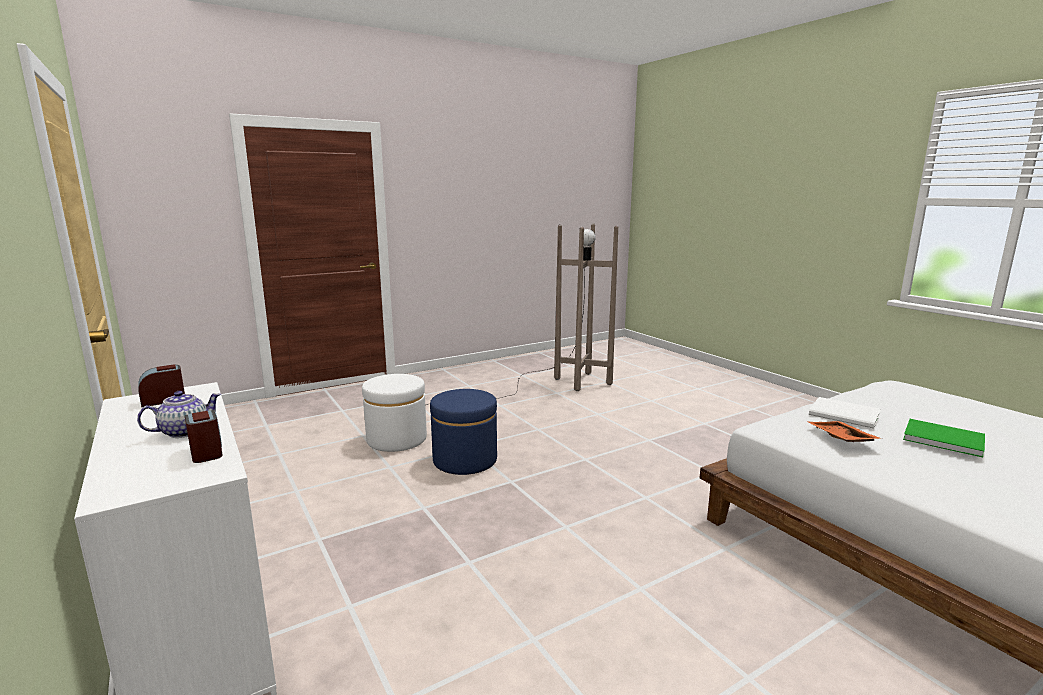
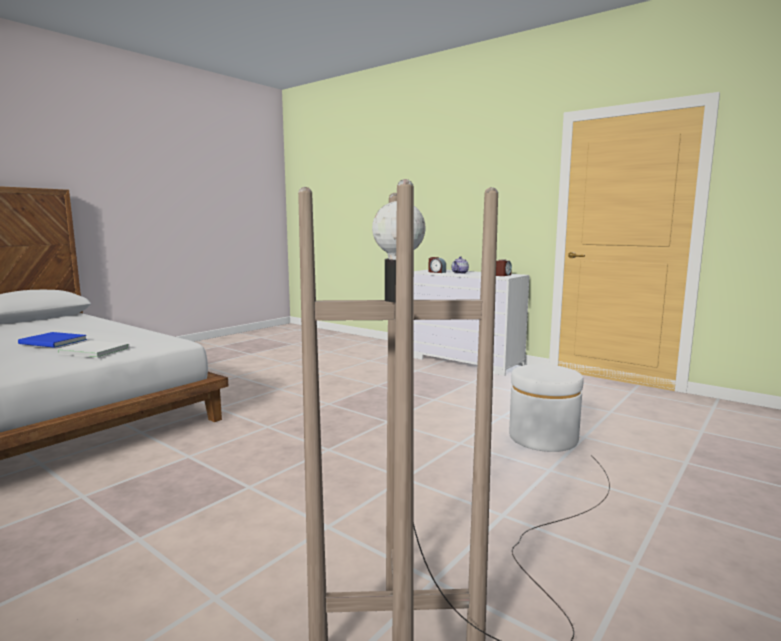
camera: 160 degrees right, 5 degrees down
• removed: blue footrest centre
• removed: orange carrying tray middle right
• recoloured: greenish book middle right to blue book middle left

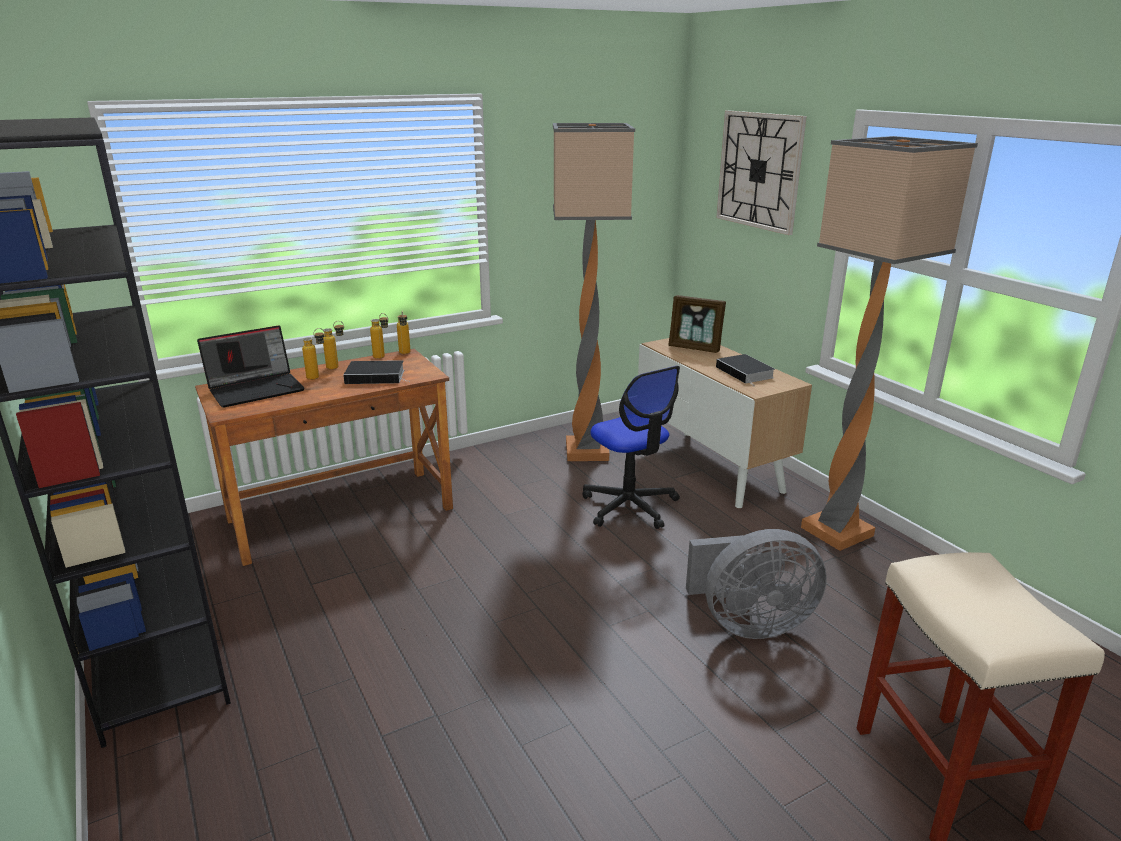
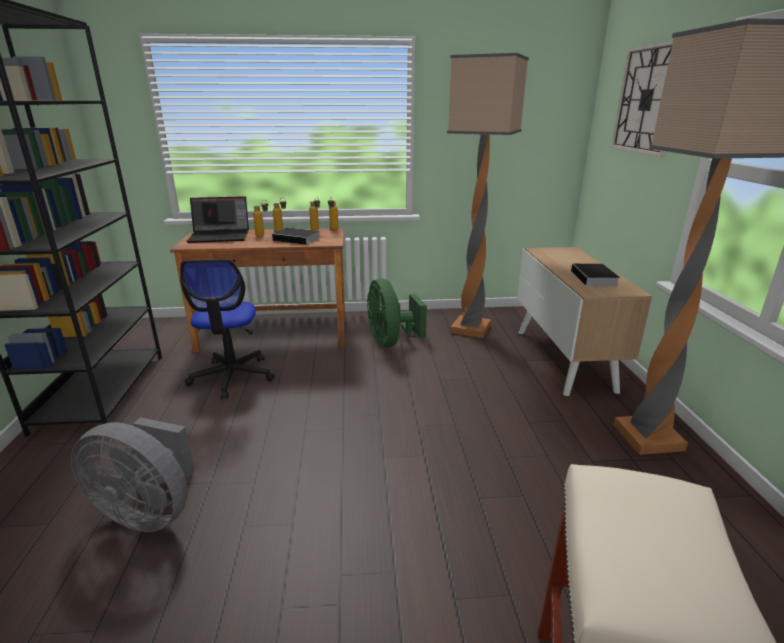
camera: 25 degrees right, 0 degrees up
• removed: standing frame centre
• added: greenish cooling fan centre
• moved: office chair centre to middle left
• moved: greyish cooling fan bottom right to bottom left

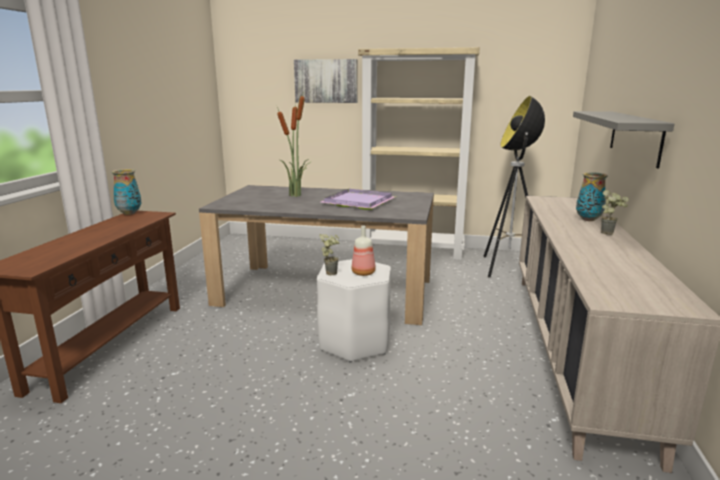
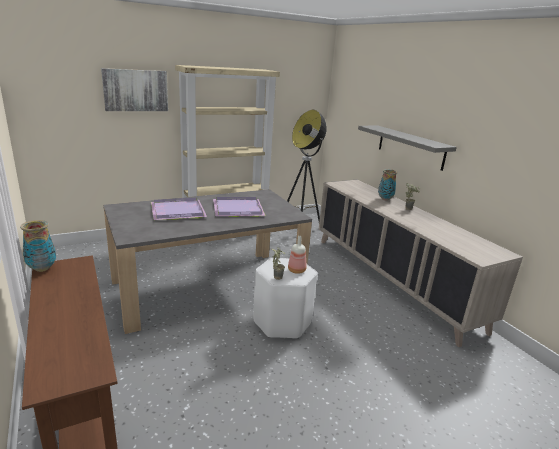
camera: 40 degrees left, 5 degrees up
• replaced: plant in a pot (1st from left) top centre to purple carrying tray (1st from left) middle left

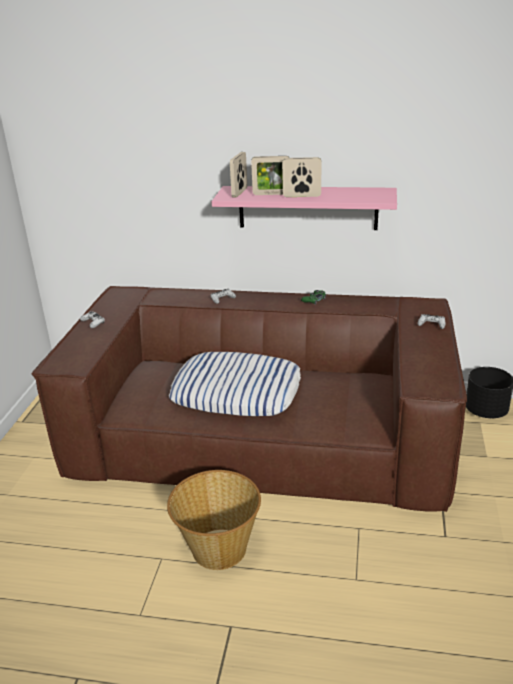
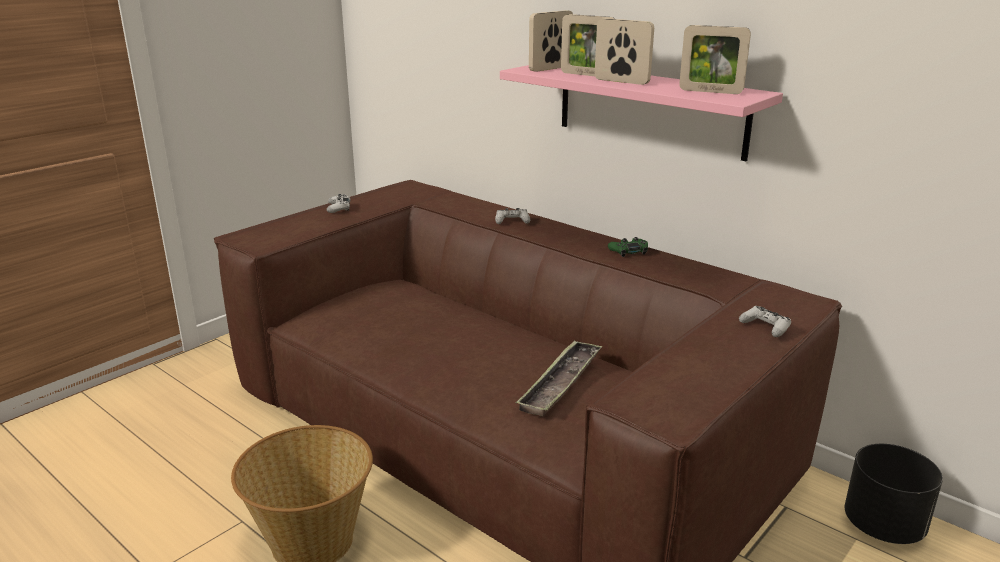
camera: 30 degrees right, 5 degrees down
• removed: cushion centre
• added: carrying tray bottom centre
• added: standing frame (4th from left) top right

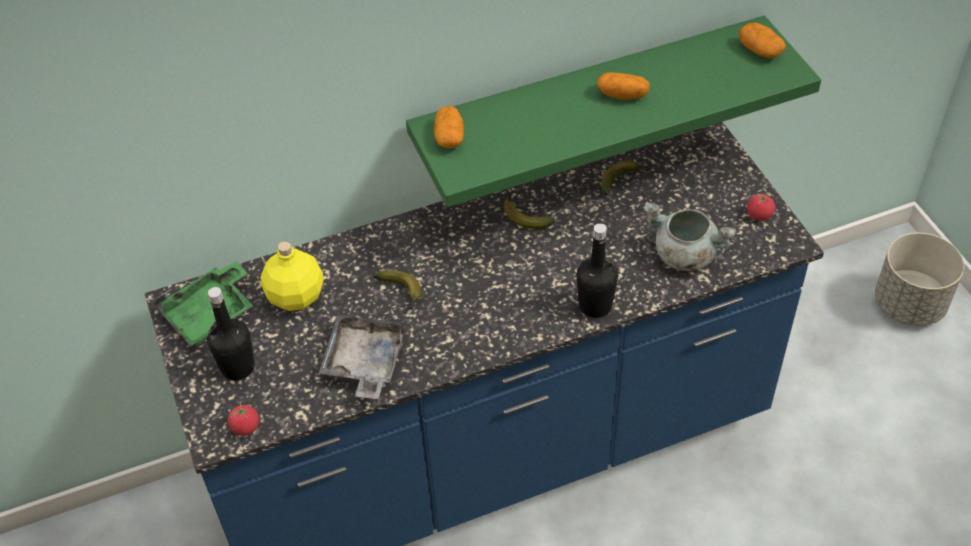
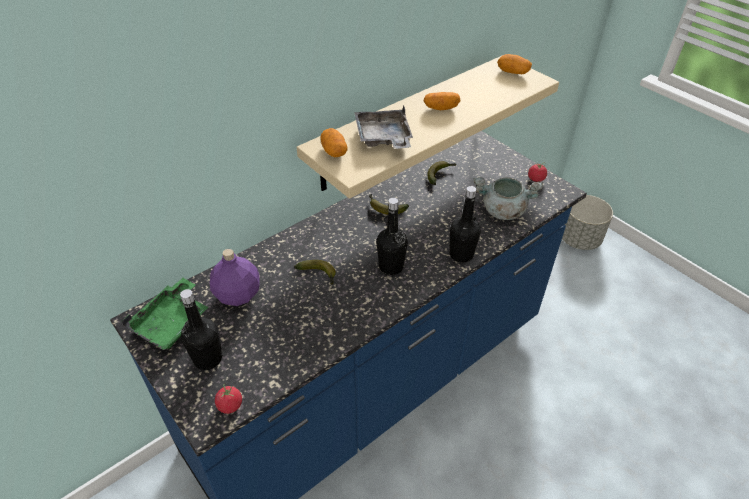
camera: 20 degrees left, 5 degrees down
• added: black-coloured drink bottle (2nd from left) centre
• moved: greyish carrying tray centre to top centre
• recoloured: yellow-coloured drink bottle middle left to purple drink bottle middle left
• recoloured: greenish bracket shelf top centre to beige-coloured bracket shelf top centre

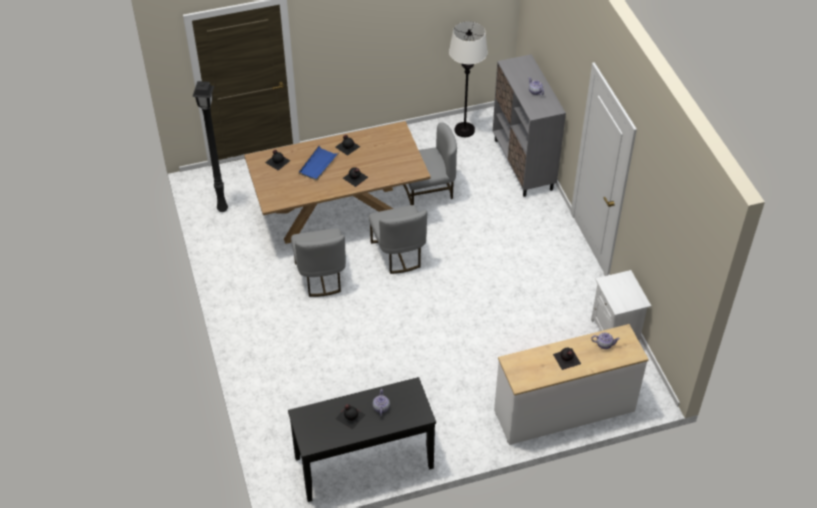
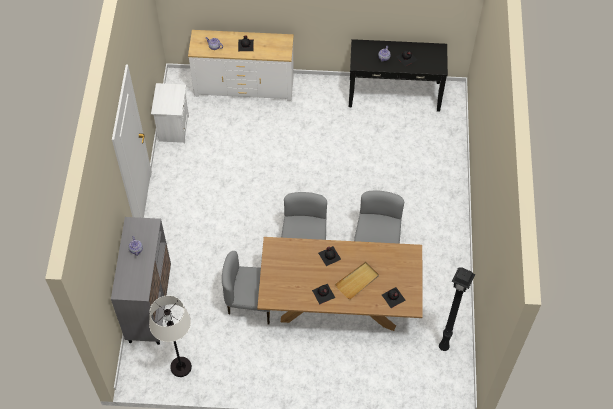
camera: 160 degrees left, 10 degrees up
• recoloured: blue carrying tray top centre to beige-coloured carrying tray bottom centre

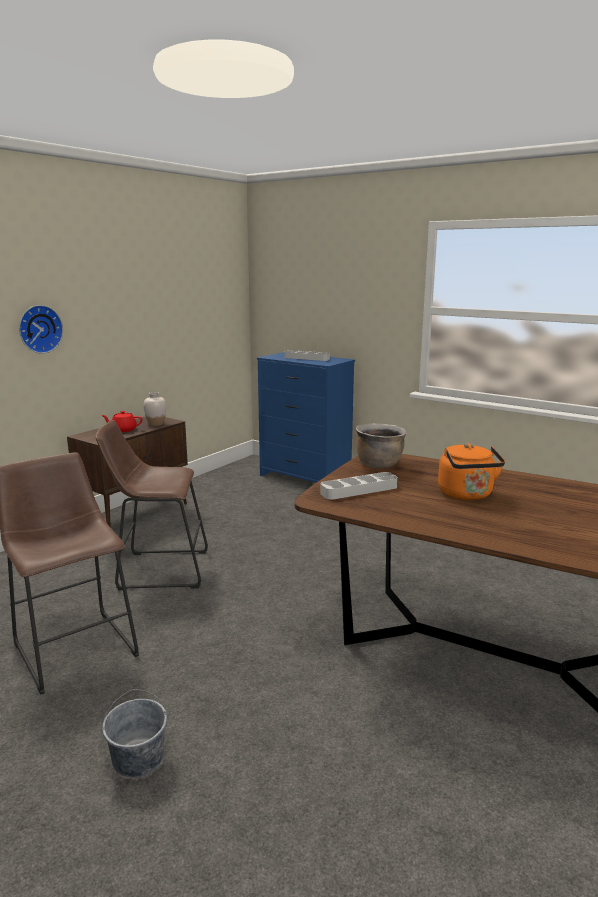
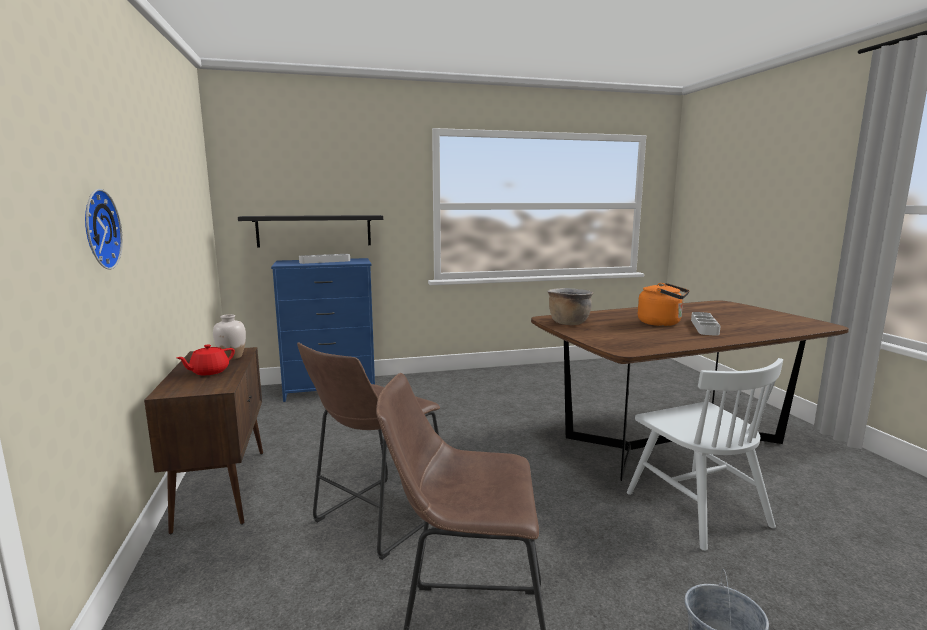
camera: 50 degrees left, 5 degrees down
• added: black-coloured bracket shelf centre
• added: whitish plain chair bottom right
• moved: greyish carrying tray (2nd from left) centre to middle right

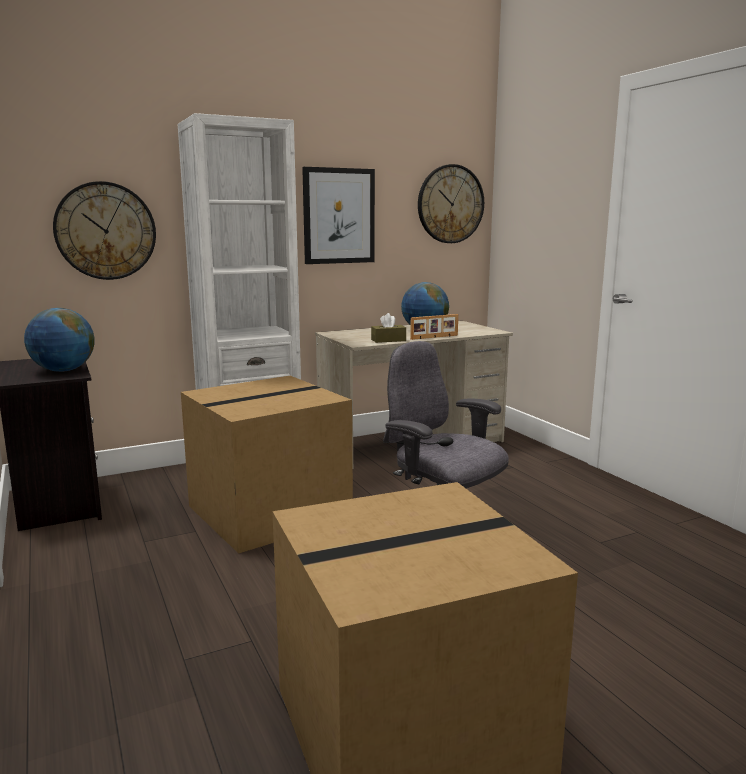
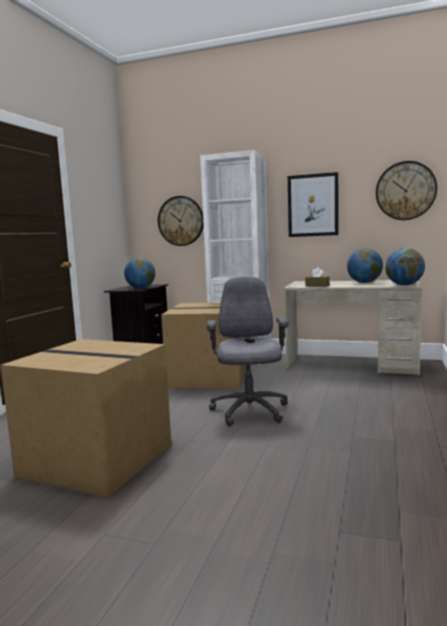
camera: 45 degrees right, 5 degrees down
• removed: standing frame centre
• added: globe (3rd from left) middle right

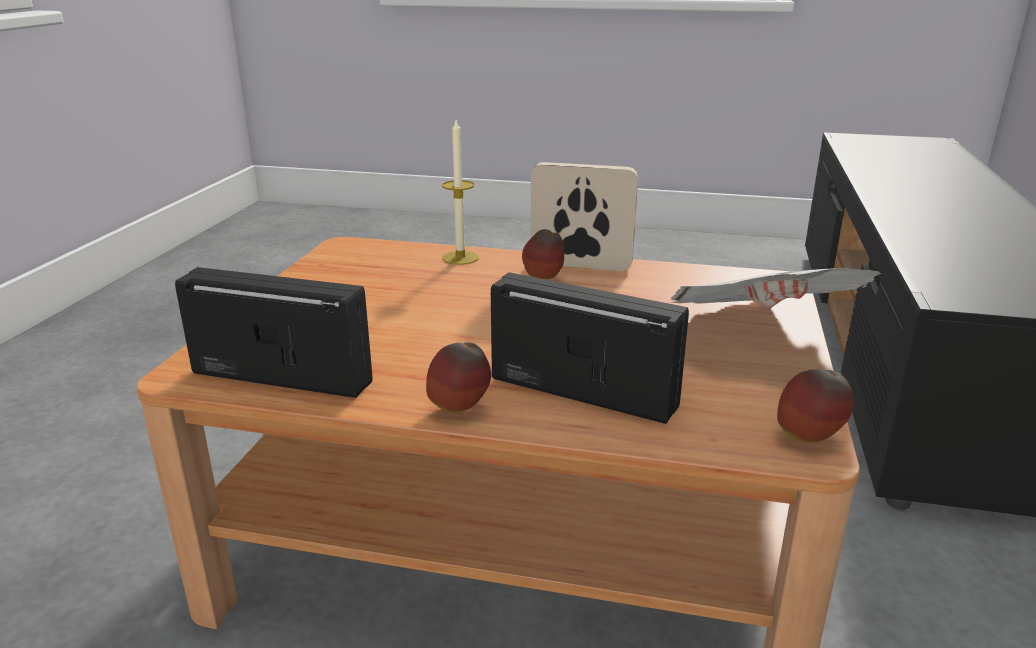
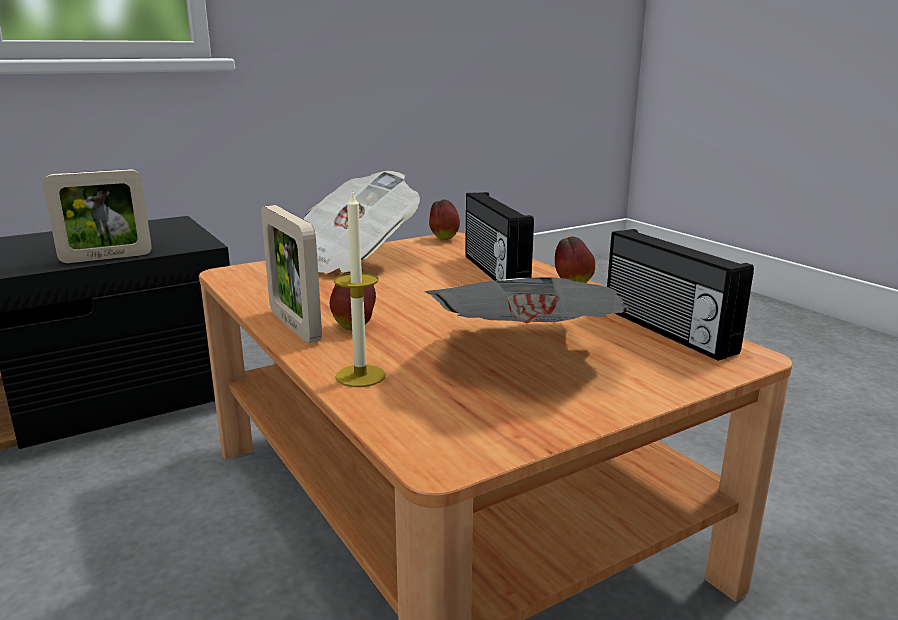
camera: 135 degrees left, 5 degrees down
• added: standing frame (1st from left) middle left
• added: daily paper (2nd from left) centre

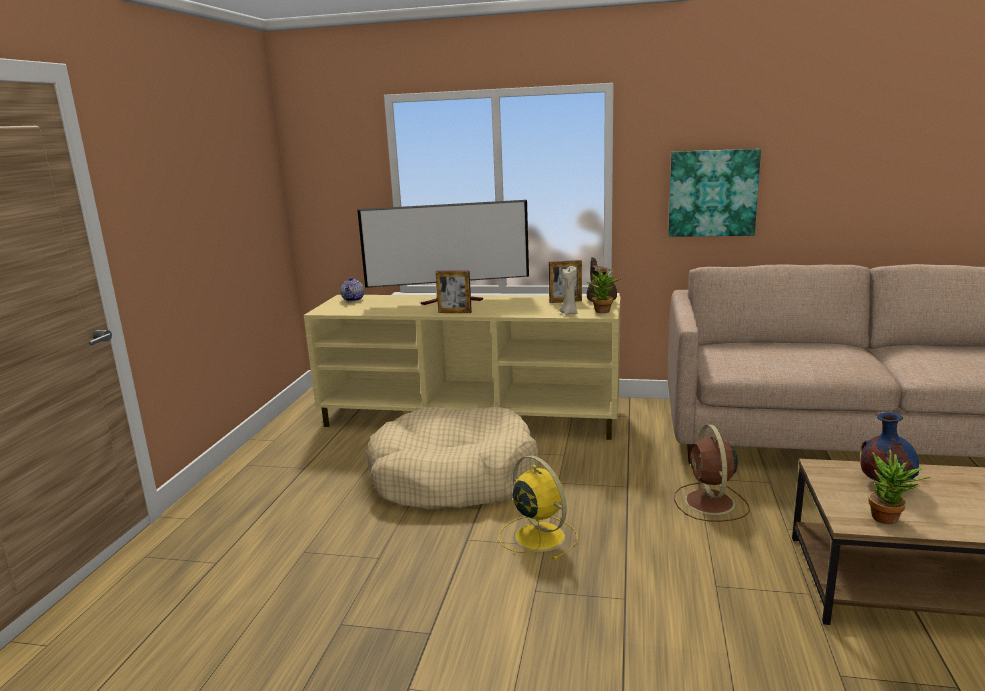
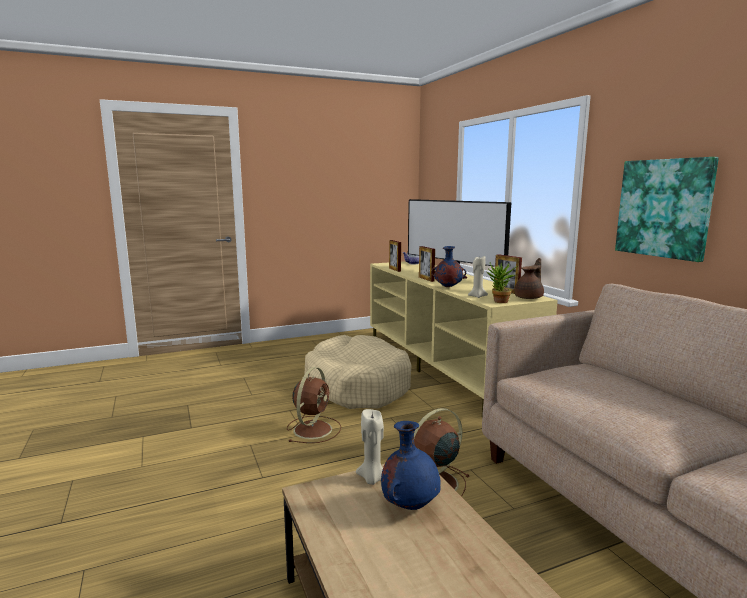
camera: 55 degrees right, 5 degrees down
• removed: plant in a pot (2nd from left) bottom right
• added: beige-coloured wax light (1st from left) bottom centre
• added: standing frame (1st from left) centre
• added: blue vase (2nd from left) centre
• recoloured: yellow-coloured cooling fan bottom centre to brownish cooling fan (1st from left) bottom centre

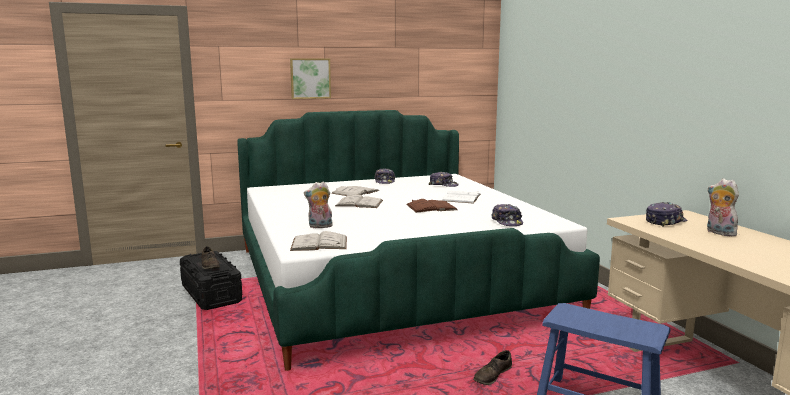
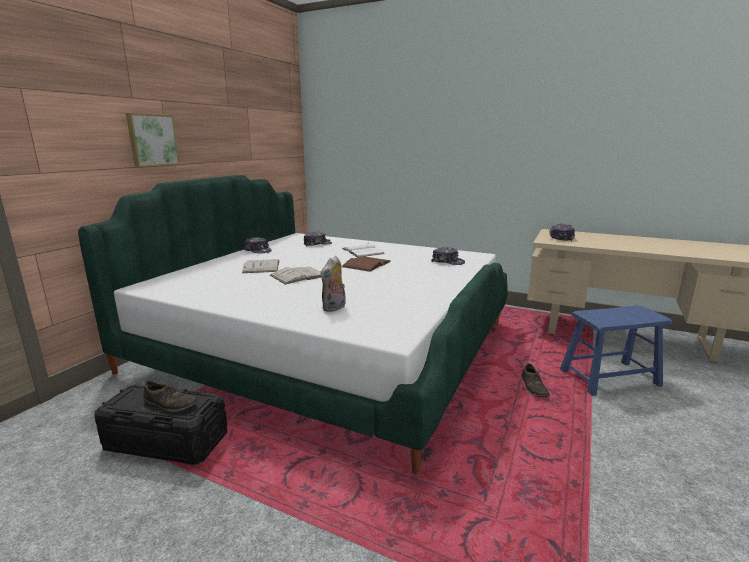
camera: 45 degrees left, 5 degrees up
• removed: whitish book (1st from left) centre
• removed: cuddly toy (2nd from left) middle right

